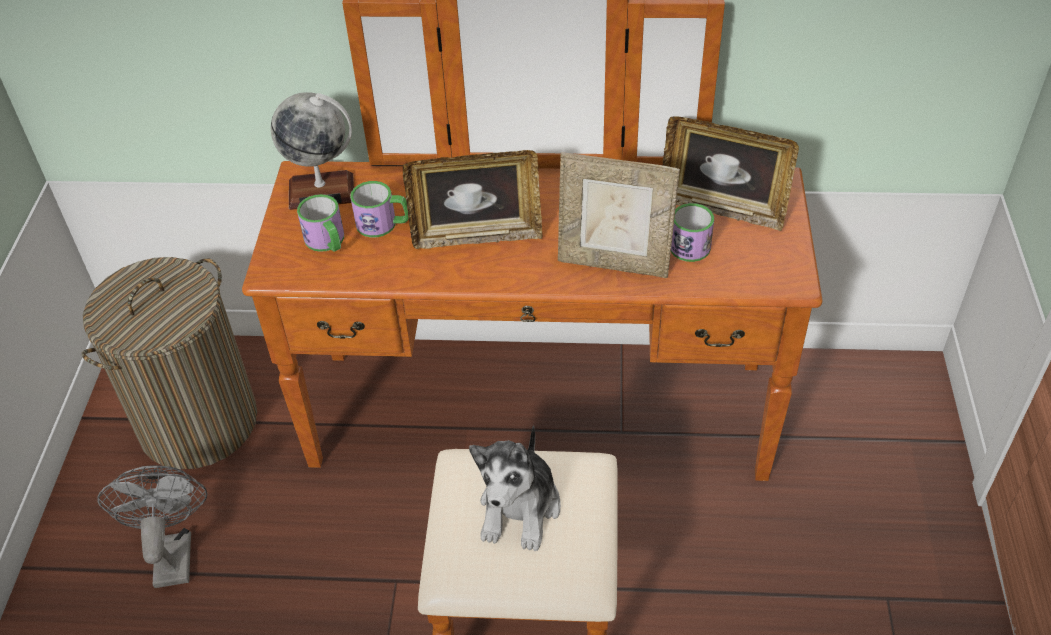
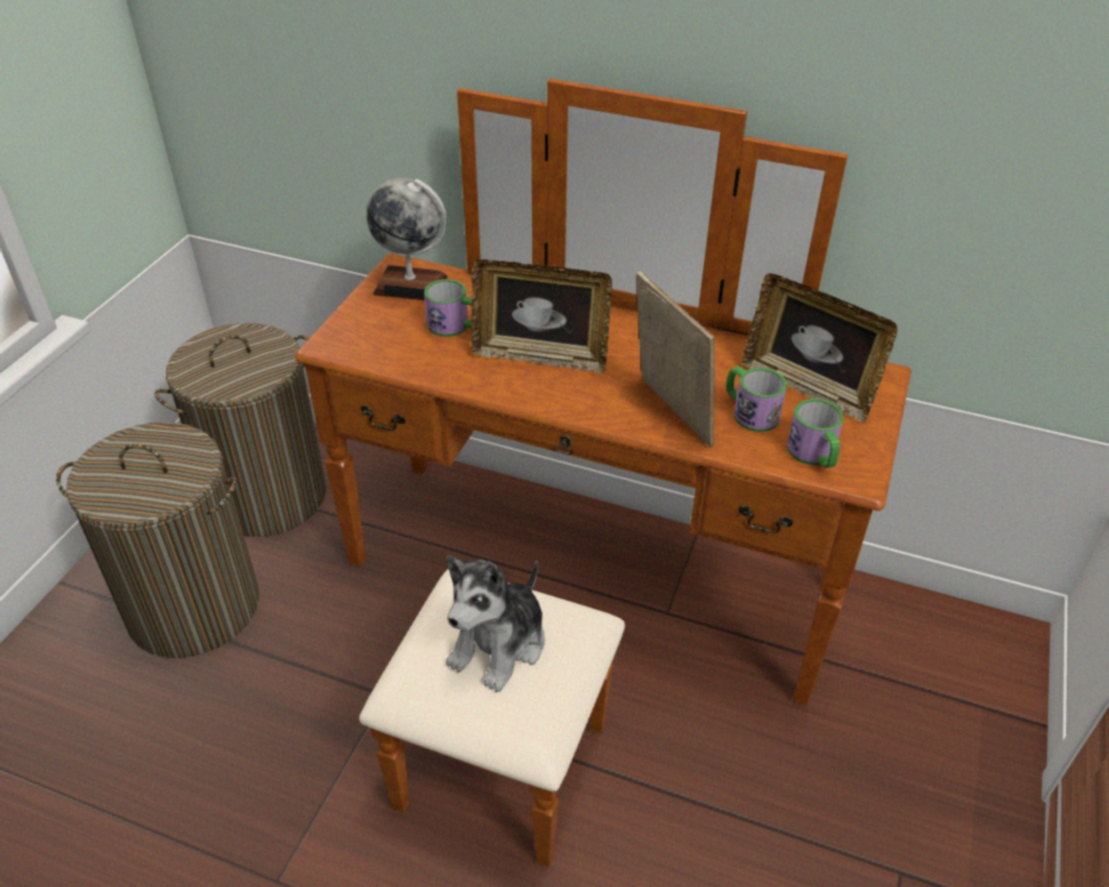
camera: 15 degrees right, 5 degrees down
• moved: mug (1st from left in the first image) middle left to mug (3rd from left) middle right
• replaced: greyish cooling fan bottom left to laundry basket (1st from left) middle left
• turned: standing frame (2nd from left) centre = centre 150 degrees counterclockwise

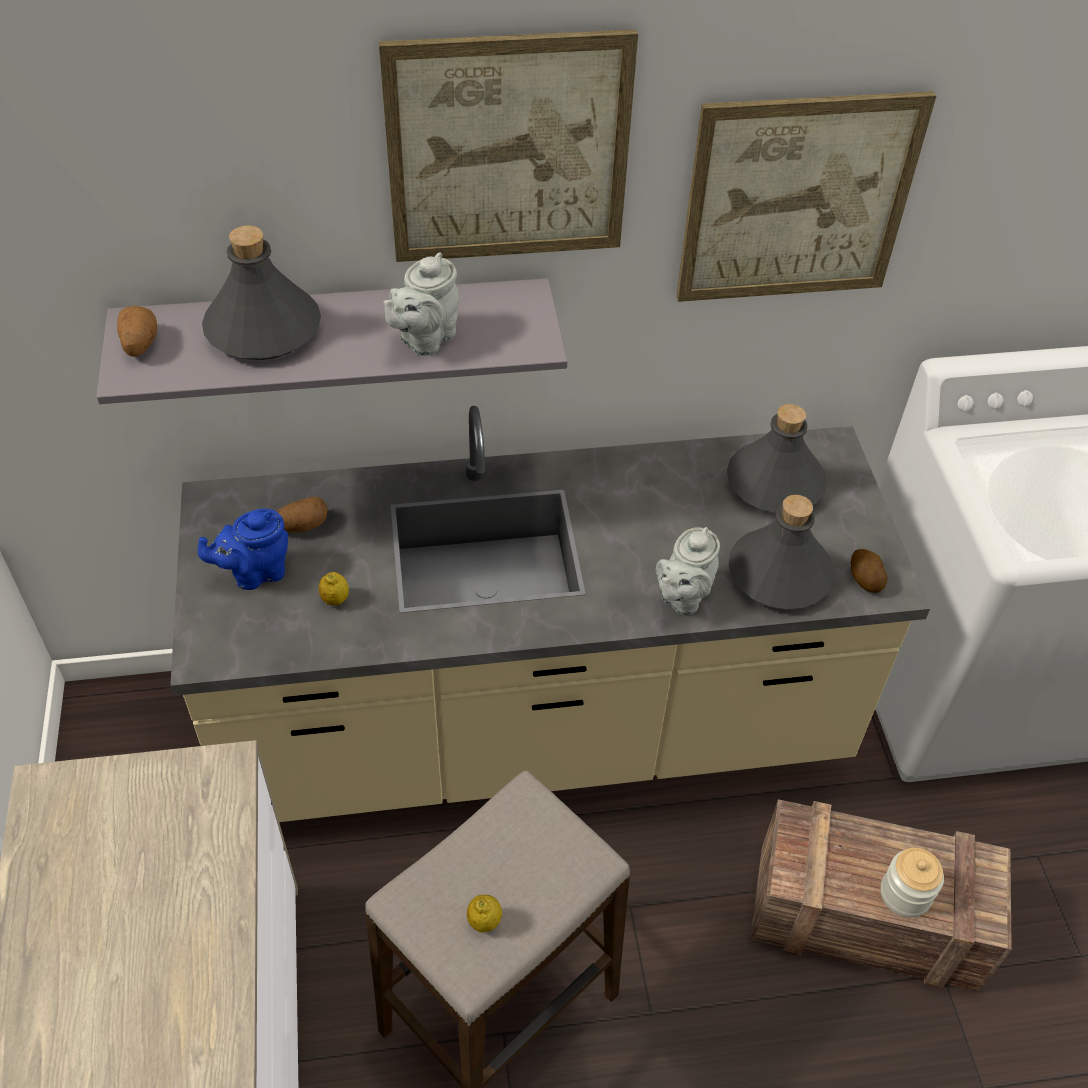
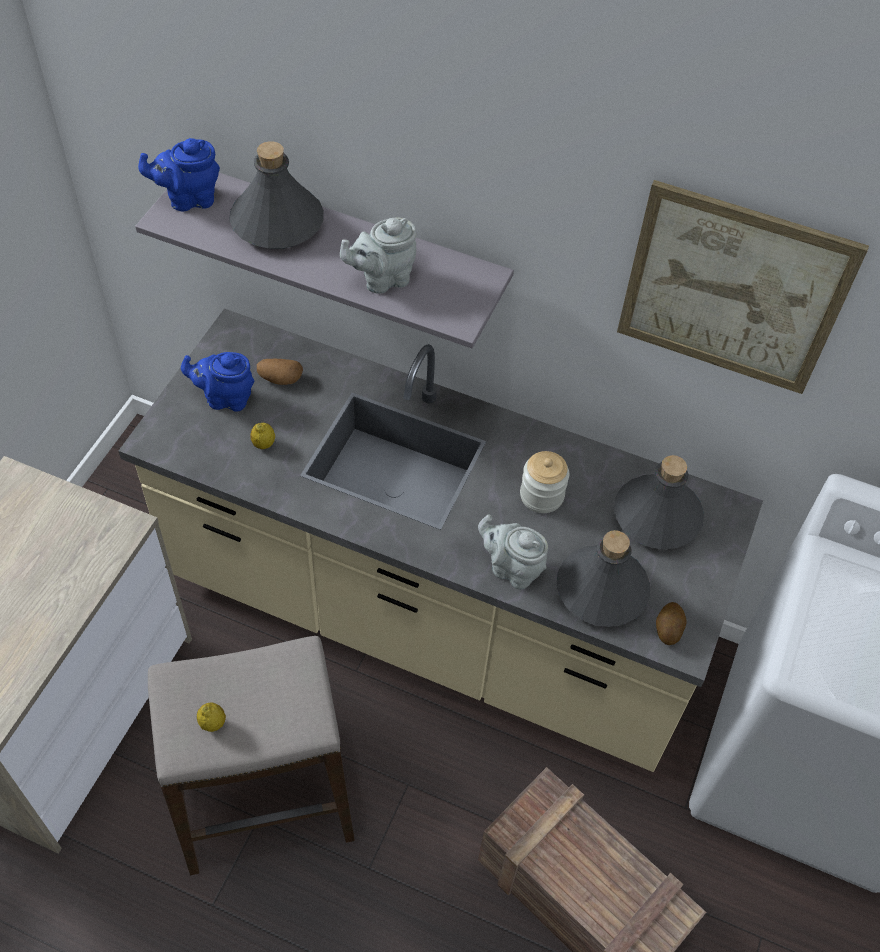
camera: 30 degrees right, 5 degrees up
• removed: picture (1st from left) top centre
• moved: preserve jar bottom right to centre
• replaced: whole potato (1st from left) top left to blue teapot (1st from left) top left
• turned: greyish teapot (2nd from left) centre = centre 60 degrees clockwise

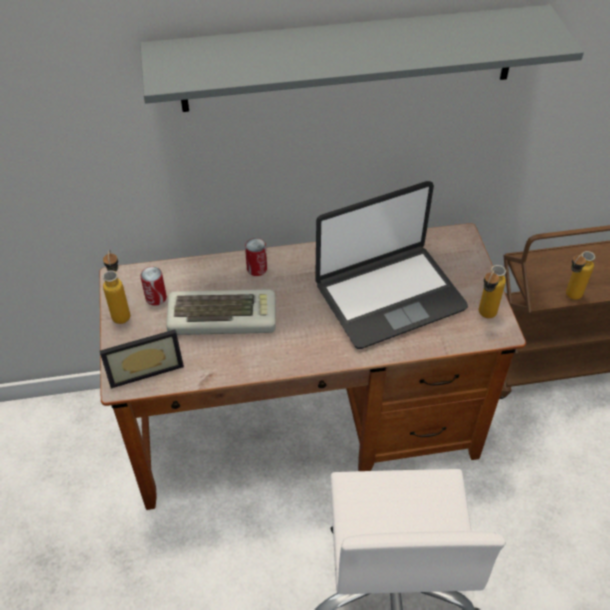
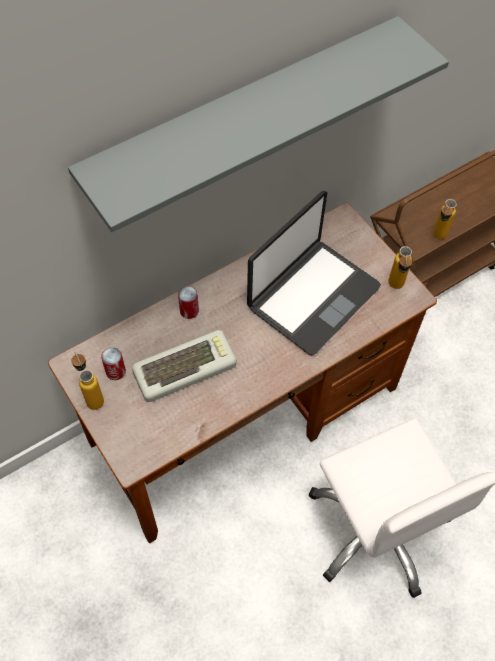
camera: 25 degrees left, 10 degrees up
• removed: standing frame middle left

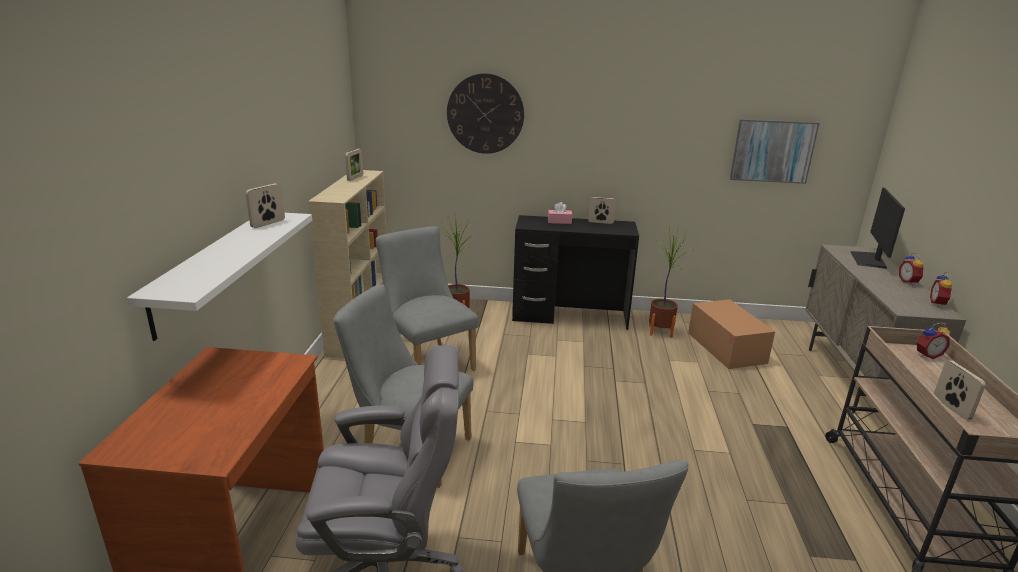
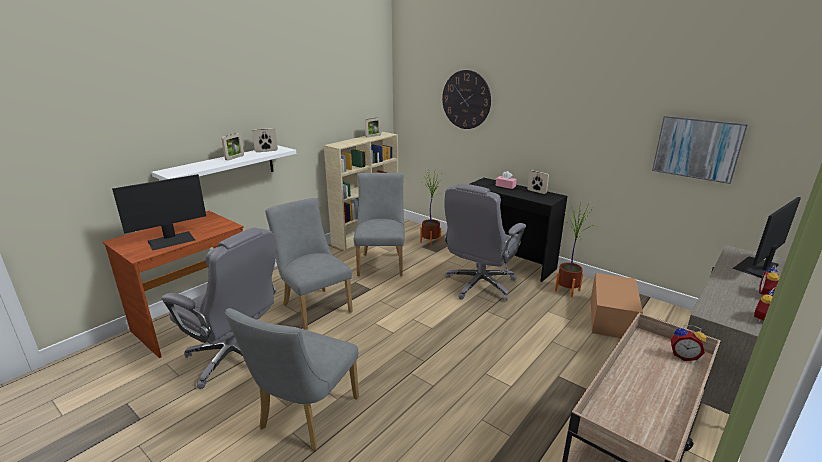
camera: 35 degrees right, 0 degrees up
• added: computer screen (1st from left) middle left
• added: greyish office chair (2nd from left) centre
• moved: standing frame (4th from left in the first image) bottom right to standing frame (1st from left) top left

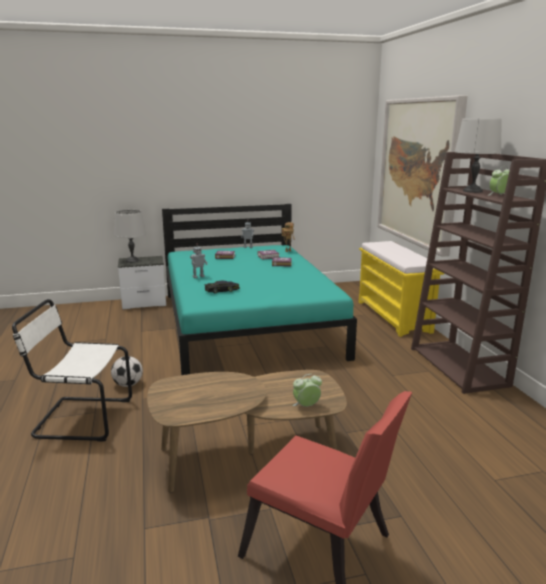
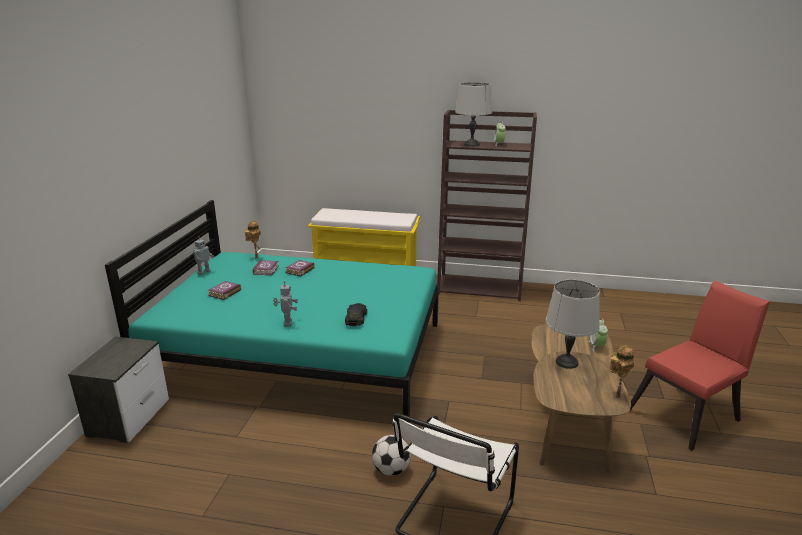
camera: 65 degrees left, 5 degrees up
• removed: picture top right
• added: model robot (4th from left) bottom right
• moved: greyish lamp for a table (1st from left in the first image) middle left to greyish lamp for a table (2nd from left) middle right

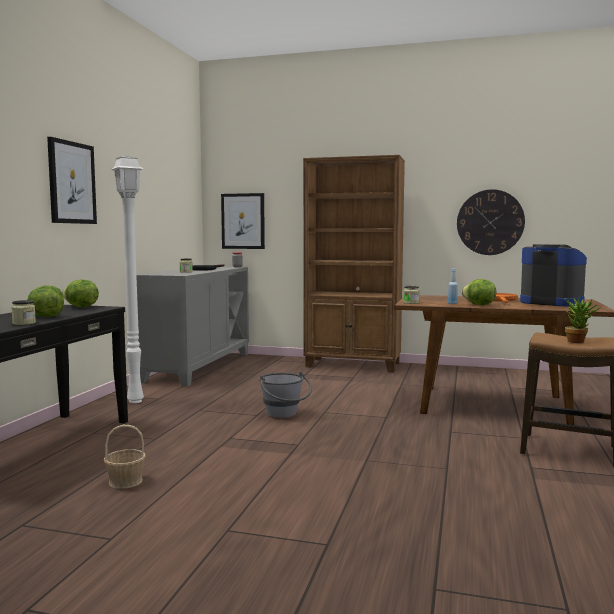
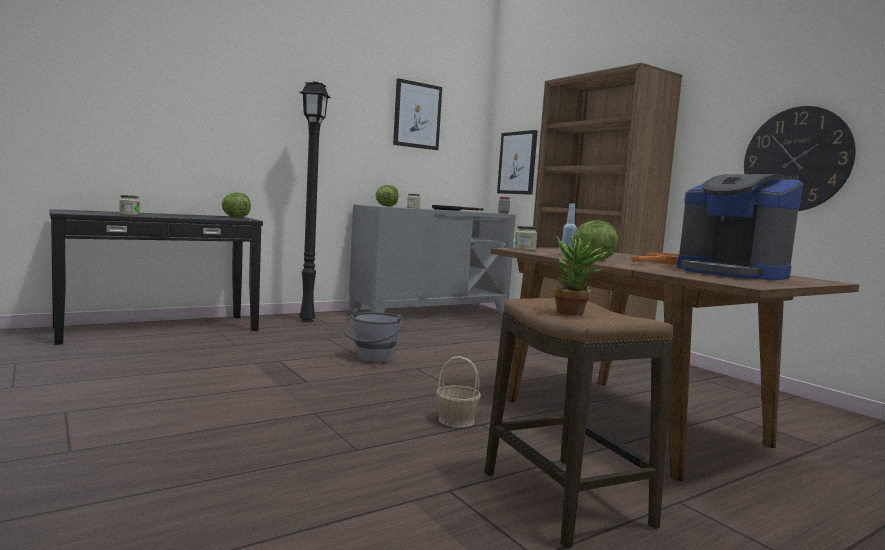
camera: 40 degrees right, 0 degrees up
• moved: lettuce (1st from left in the first image) middle left to lettuce (2nd from left) centre
• moved: picture (1st from left) top left to top centre
• moved: household basket bottom left to bottom centre
• recoloured: whitish standard lamp middle left to black-coloured standard lamp centre
• turned: coffee maker middle right = middle right 150 degrees clockwise

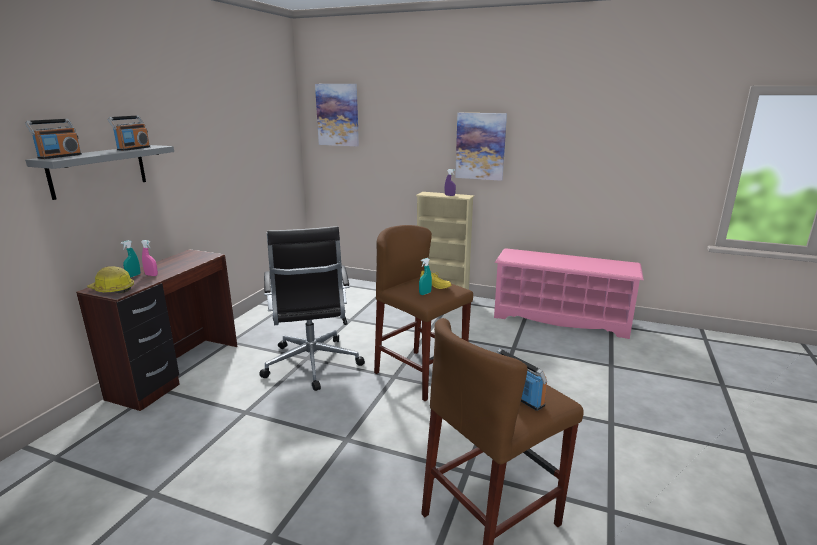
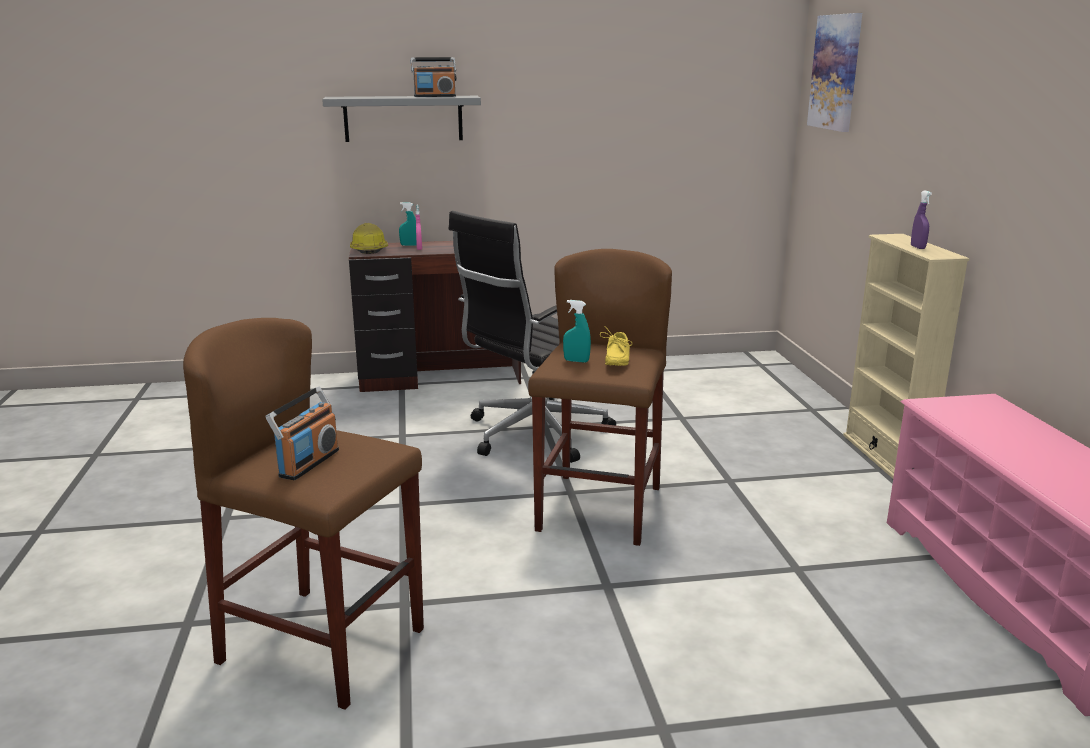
camera: 60 degrees right, 0 degrees up
• removed: radio set (1st from left) top left
• removed: picture (2nd from left) top centre

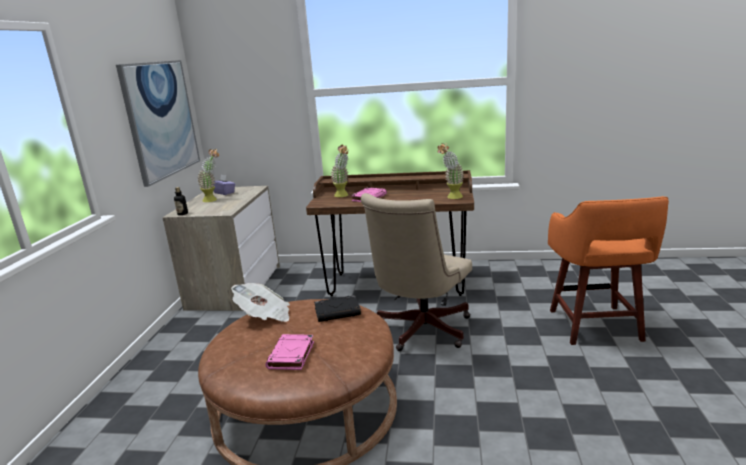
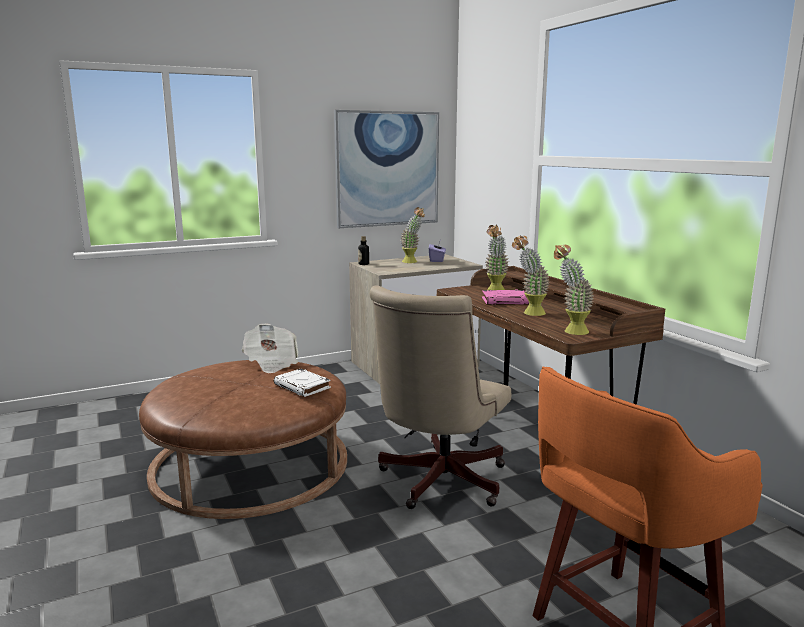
camera: 55 degrees right, 5 degrees down
• removed: pink book (1st from left) bottom centre
• added: plant in a pot (3rd from left) centre
• recoloured: black-coloured book centre to whitish book centre
• turned: beige-coloured office chair centre = centre 60 degrees counterclockwise

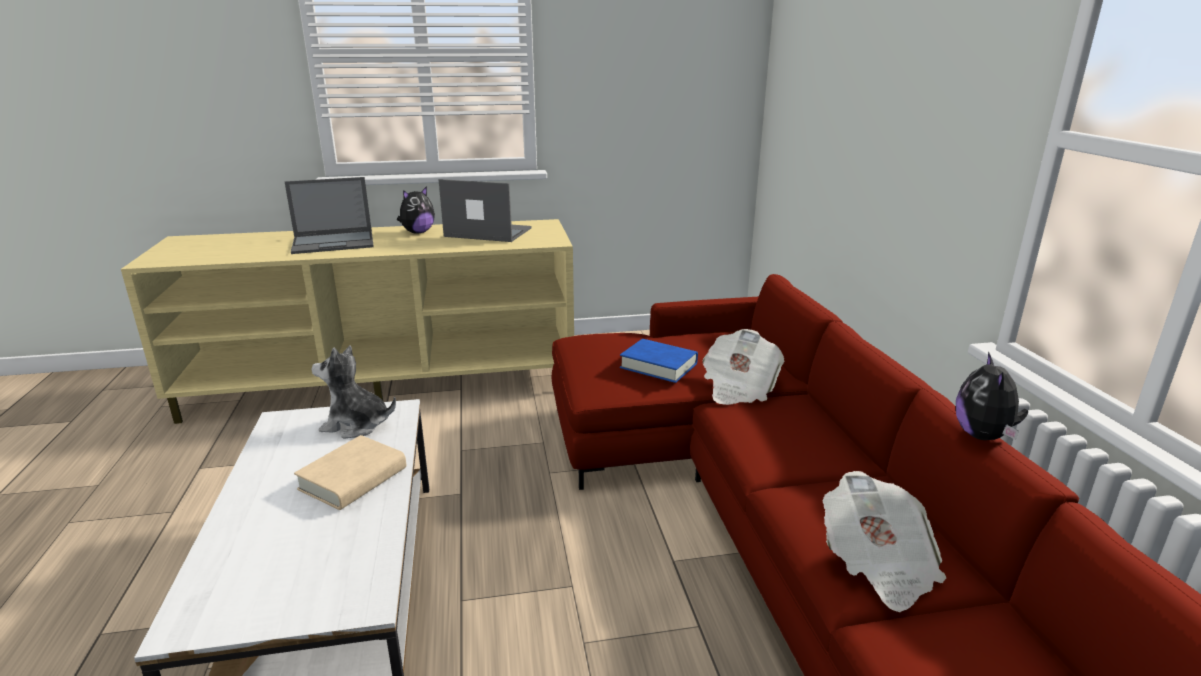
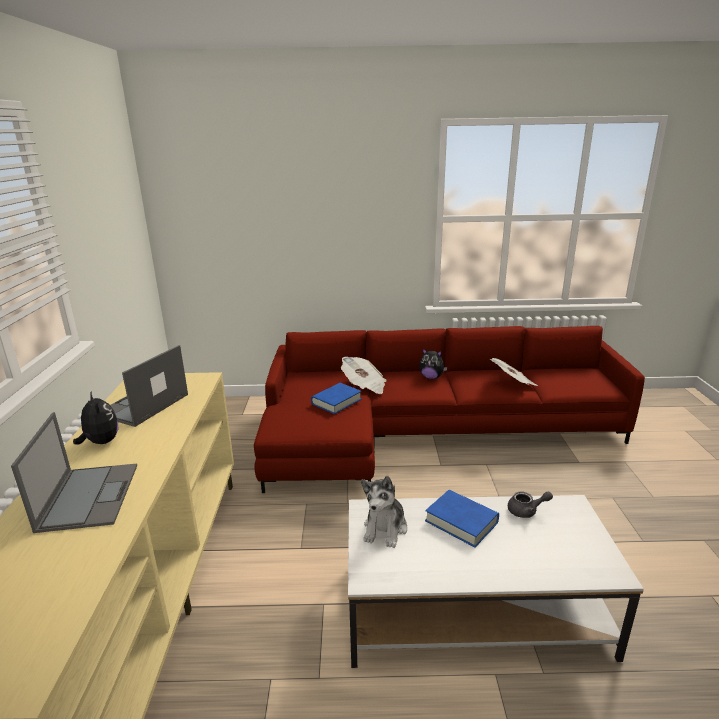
camera: 80 degrees left, 0 degrees up
• added: greyish teapot bottom right
• moved: cuddly toy (3rd from left) middle right to centre
• recoloured: beige-coloured book bottom left to blue book (2nd from left) bottom centre

